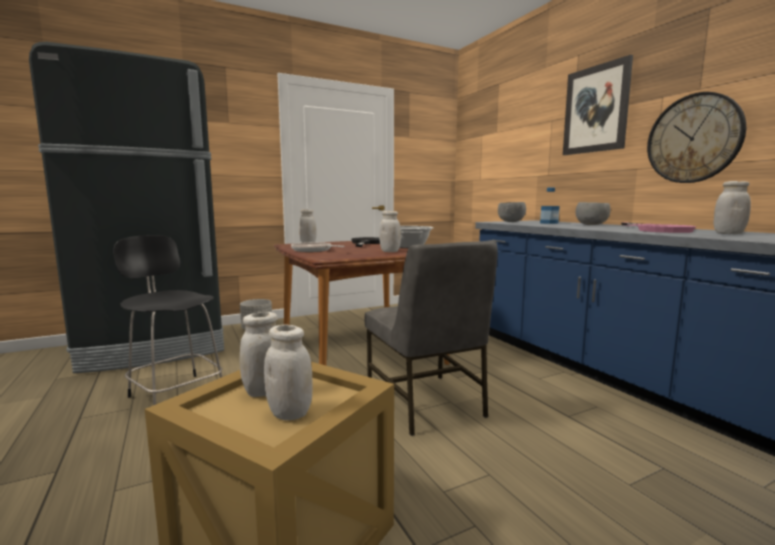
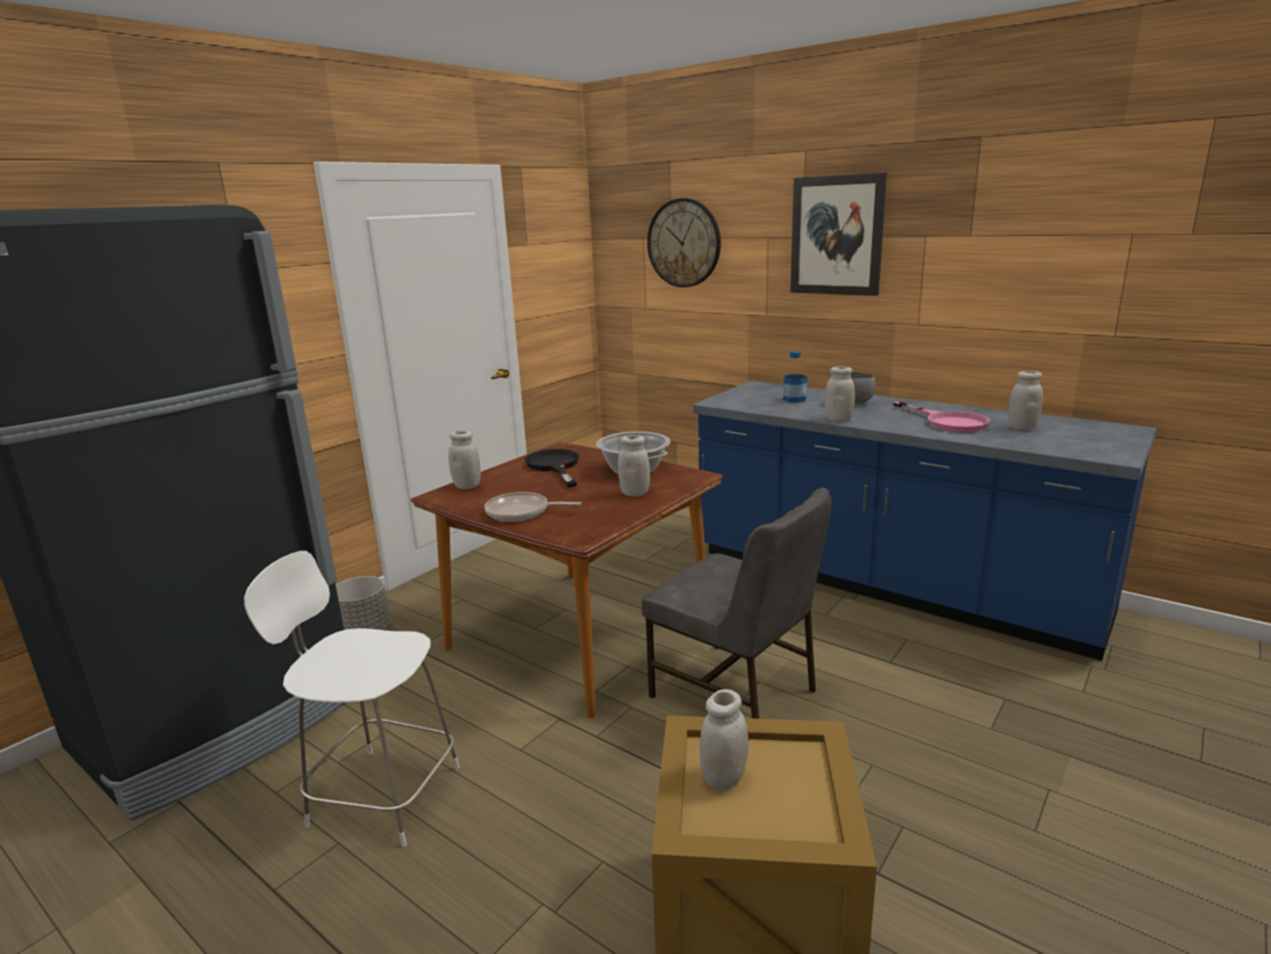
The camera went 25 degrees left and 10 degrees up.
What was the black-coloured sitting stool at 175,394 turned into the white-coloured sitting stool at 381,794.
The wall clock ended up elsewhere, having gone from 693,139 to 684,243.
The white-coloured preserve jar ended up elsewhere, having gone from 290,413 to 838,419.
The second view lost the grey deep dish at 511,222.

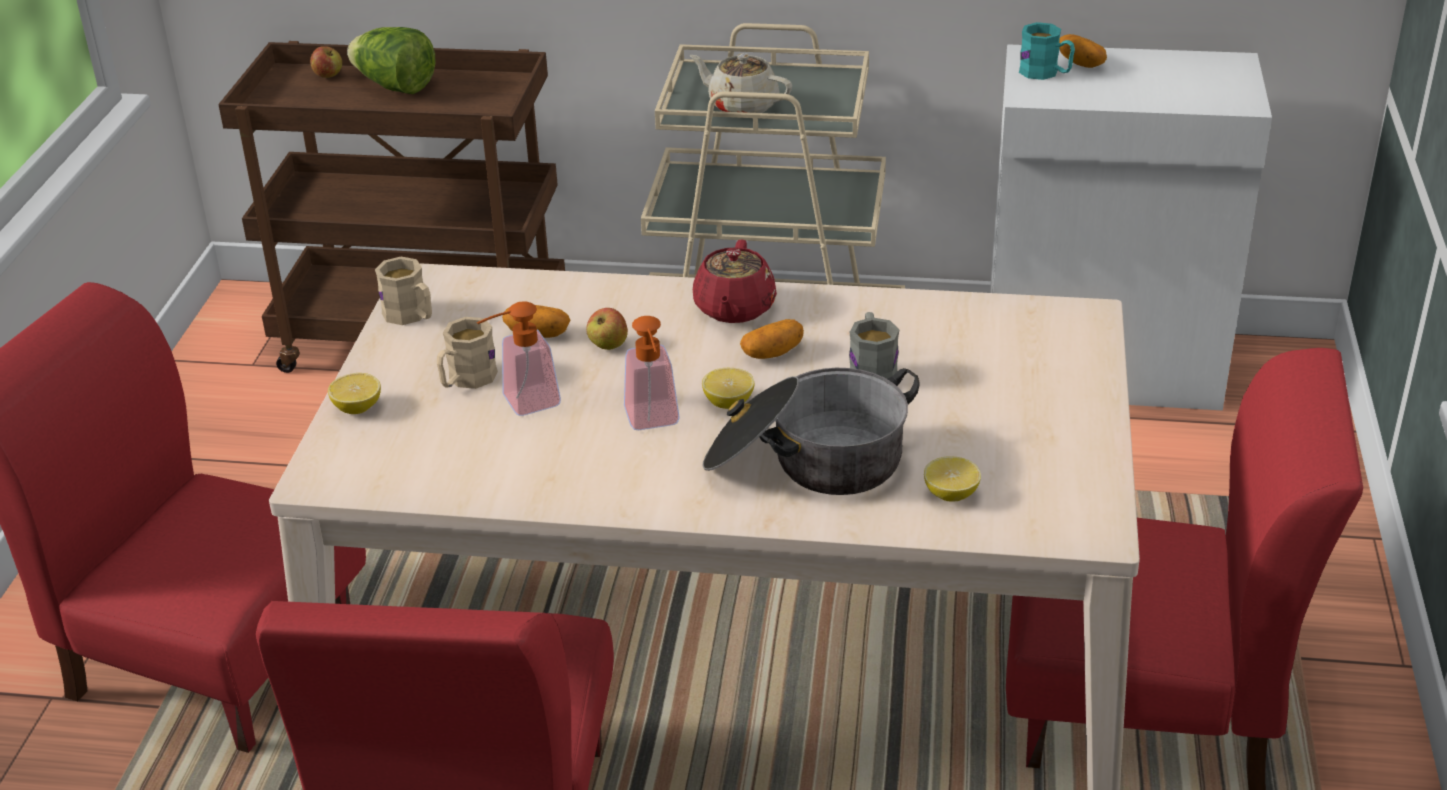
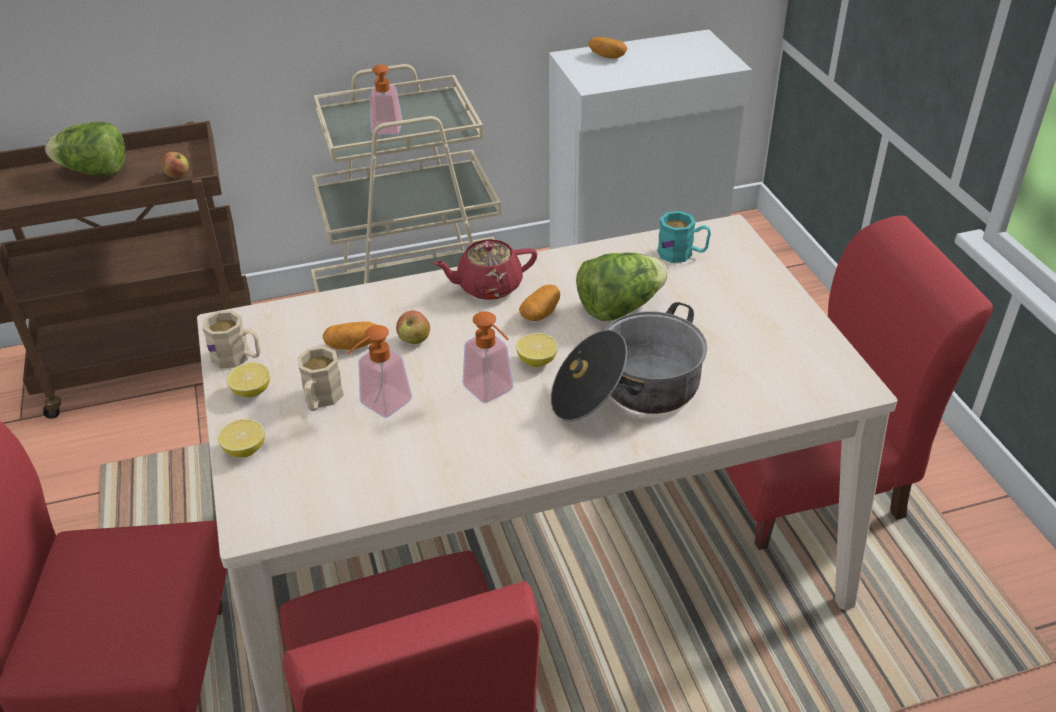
The camera went 25 degrees left and 5 degrees up.
The apple fruit ended up elsewhere, having gone from 328,76 to 178,175.
The lemon ended up elsewhere, having gone from 951,494 to 252,391.
Where the beige-coloured teapot stood at 742,105, the soap bottle came to stand at 386,132.
The red teapot at 734,309 ended up facing another way, 90 degrees clockwise from before.
Where the grey coffee mug stood at 871,370, the head of lettuce came to stand at 619,308.
The turquoise-coloured coffee mug ended up elsewhere, having gone from 1046,73 to 682,254.

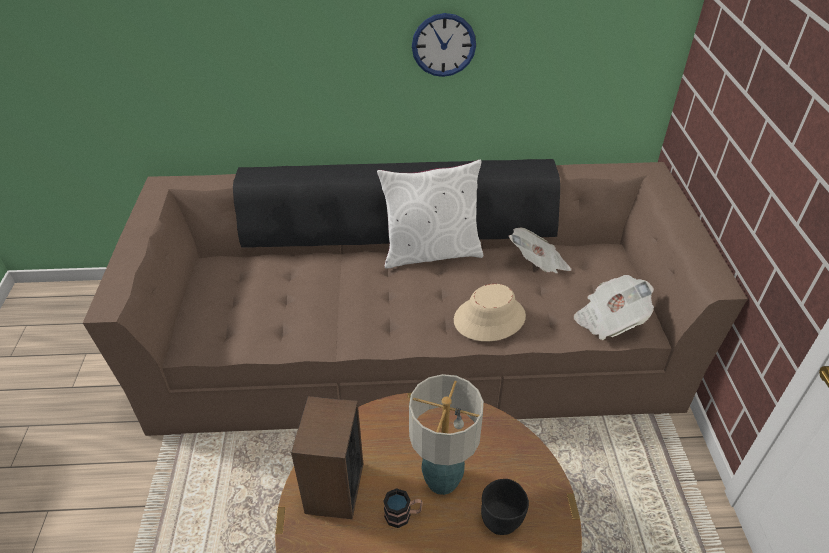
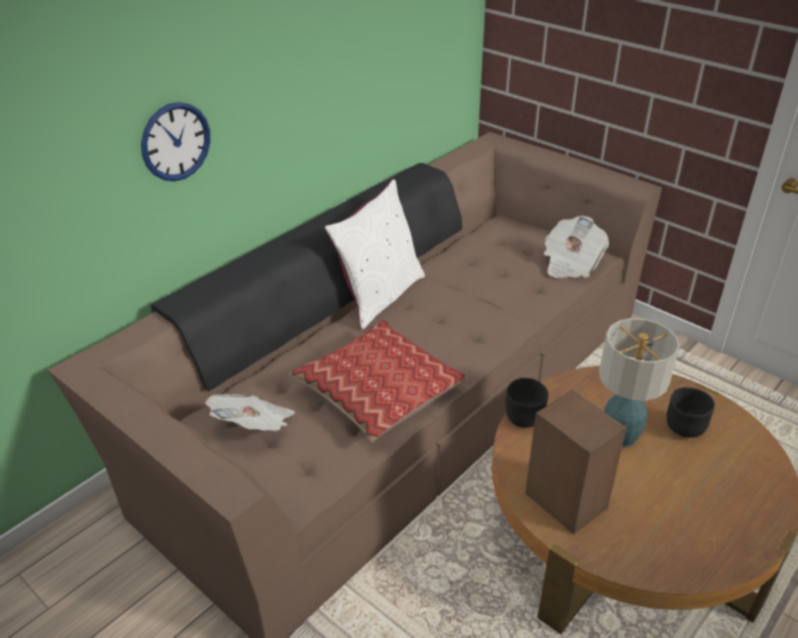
The camera went 45 degrees left and 5 degrees down.
The wall clock ended up elsewhere, having gone from 443,45 to 176,142.
The newspaper ended up elsewhere, having gone from 538,264 to 255,427.
The second view gained the pillow at 378,390.
The second view gained the black-coloured deep dish at 523,418.
The second view lost the coffee mug at 403,515.
The second view lost the beige-coloured hat at 489,318.

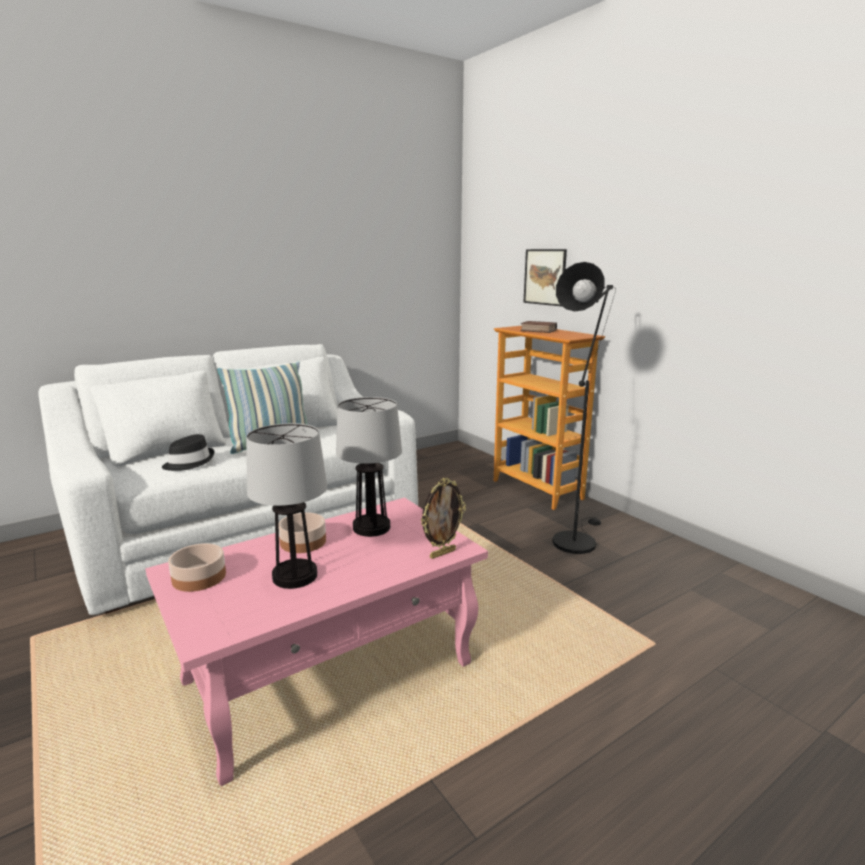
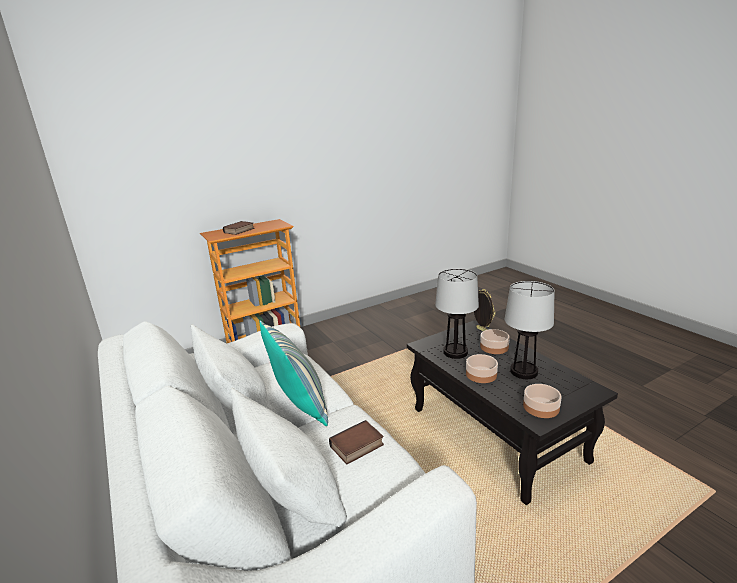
The camera went 85 degrees left and 5 degrees up.
Where the black-coloured hat stood at 189,462, the bound book came to stand at 357,447.
What was the pinkish lounge table at 331,672 turned into the black-coloured lounge table at 494,433.
The second view gained the deep dish at 494,347.
The second view lost the picture at 545,277.
The second view lost the black-coloured floor lamp at 575,539.

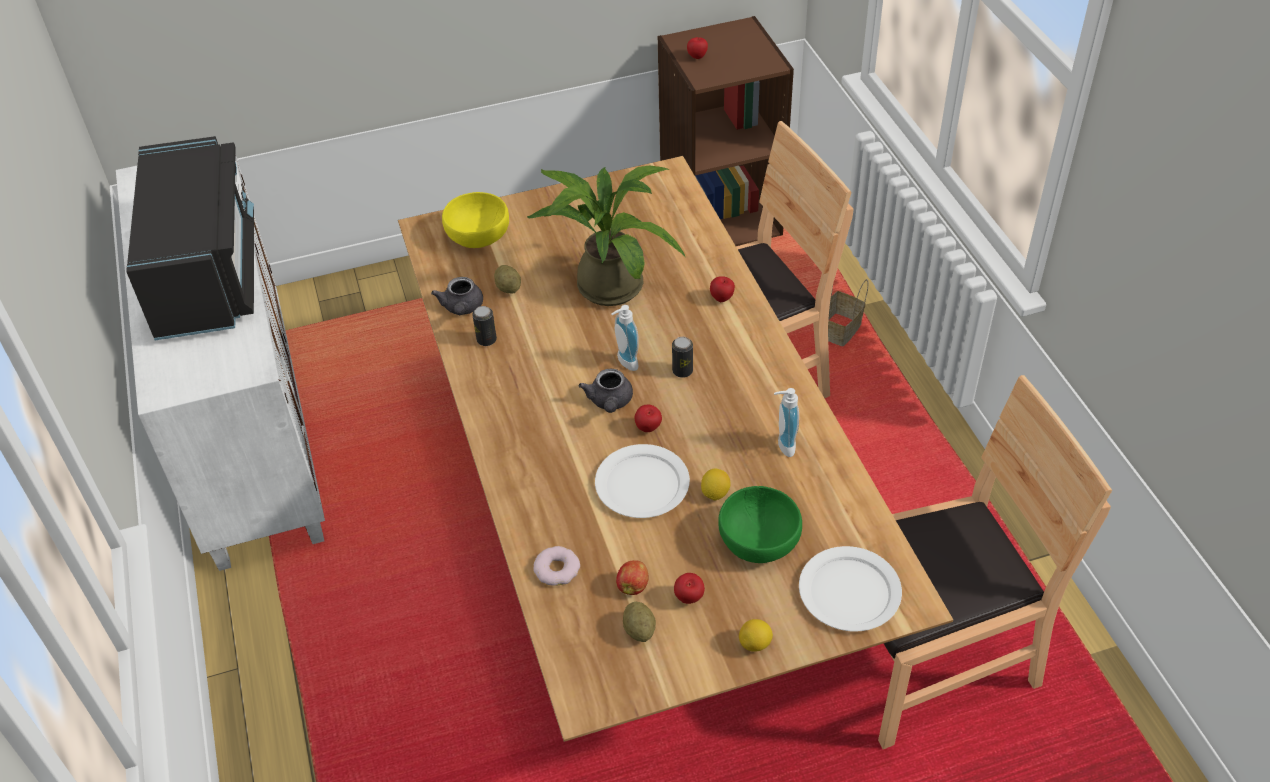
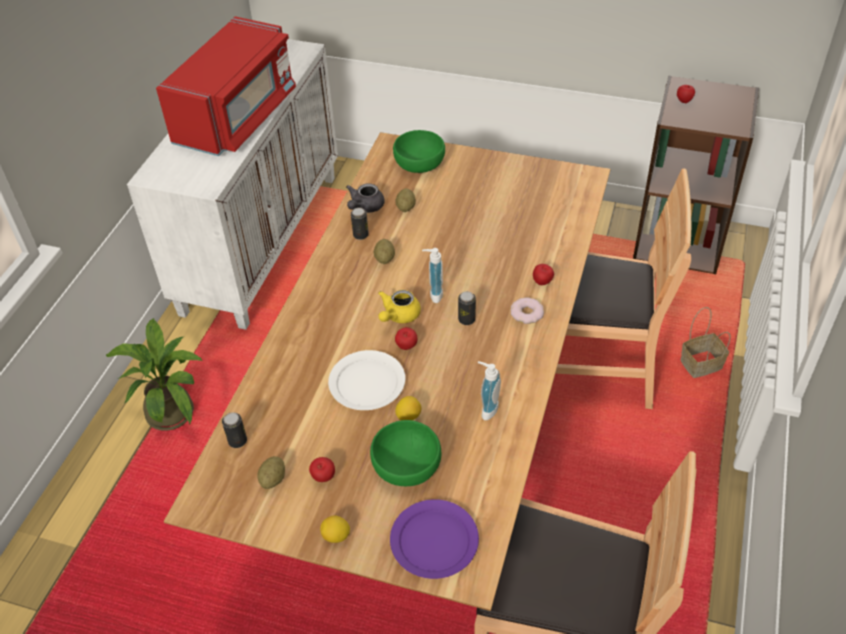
The camera went 35 degrees right and 0 degrees up.
The plant in a pot ended up elsewhere, having gone from 606,281 to 172,408.
What was the black-coloured kitchen microwave at 206,274 turned into the red kitchen microwave at 237,117.
The second view gained the metal can at 237,441.
The second view gained the potato at 384,259.
What was the grey teapot at 609,402 turned into the yellow teapot at 398,316.
What was the white-coloured flat dish at 848,591 turned into the purple-coloured flat dish at 434,540.
What was the yellow deep dish at 477,235 turned into the green-coloured deep dish at 419,163.
The ring doughnut ended up elsewhere, having gone from 557,569 to 527,313.
The second view lost the apple fruit at 633,586.

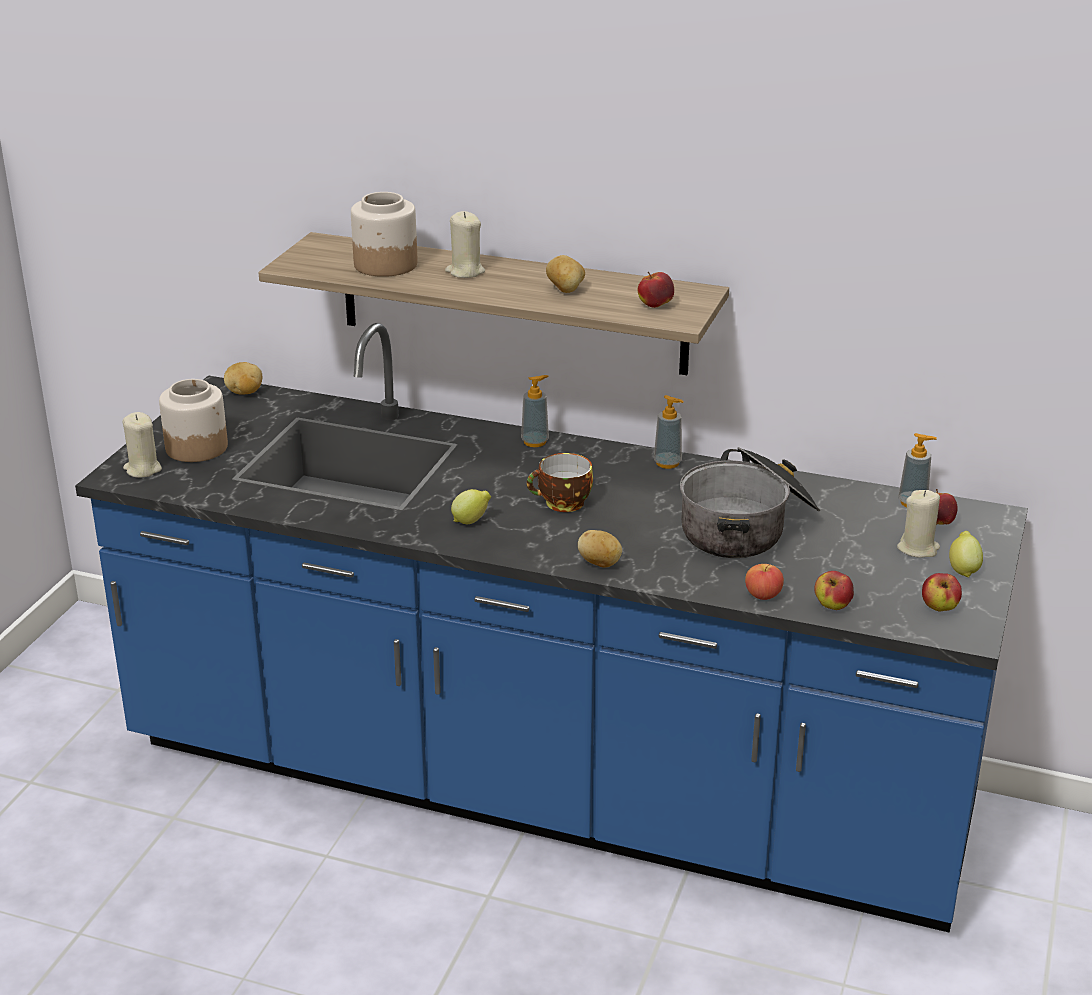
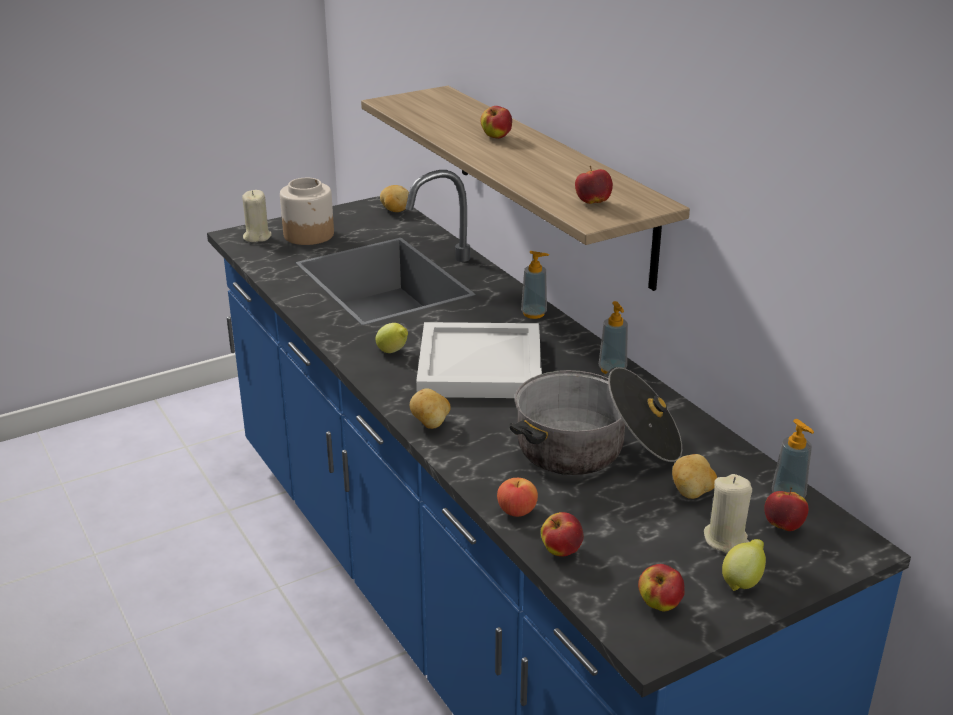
The camera went 40 degrees right and 0 degrees up.
Where the drinking cup stood at 562,504, the white-coloured tray came to stand at 478,367.
Where the beige-coloured wax light stood at 465,272, the apple fruit came to stand at 496,137.
The potato ended up elsewhere, having gone from 566,290 to 692,493.
The second view lost the preserve jar at 384,265.

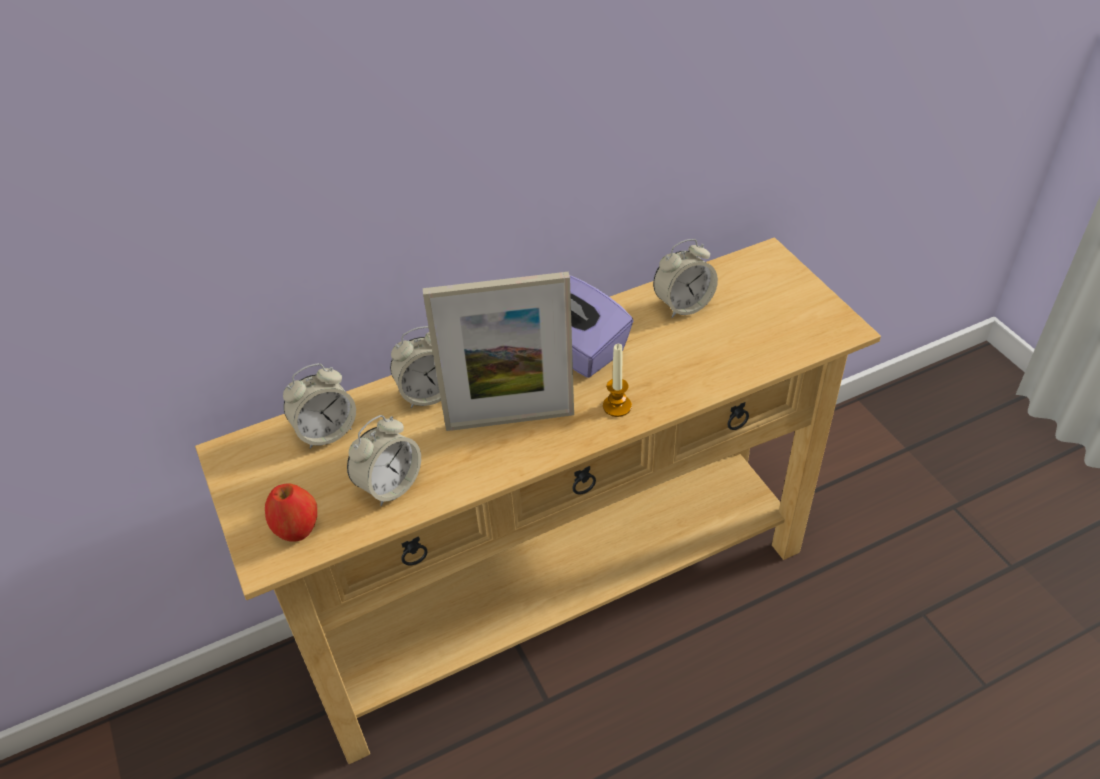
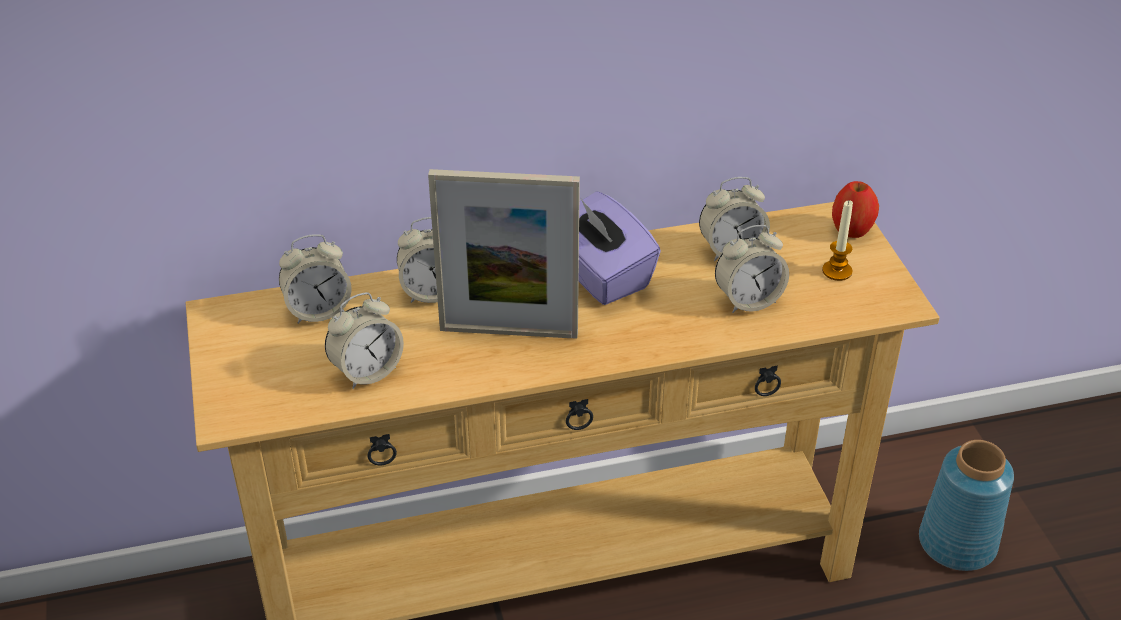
The camera went 10 degrees right and 5 degrees down.
The second view gained the bedside clock at 748,300.
The wax light ended up elsewhere, having gone from 617,406 to 837,271.
The apple fruit ended up elsewhere, having gone from 297,529 to 851,230.
The second view gained the blue decorative vase at 958,544.

